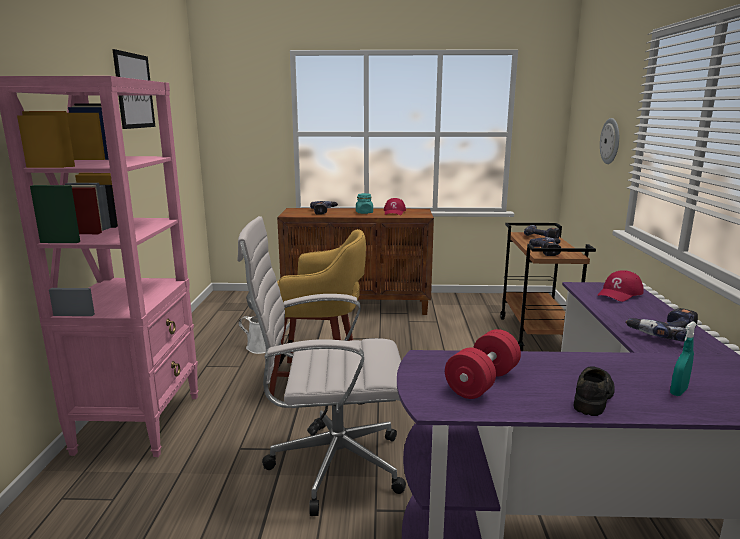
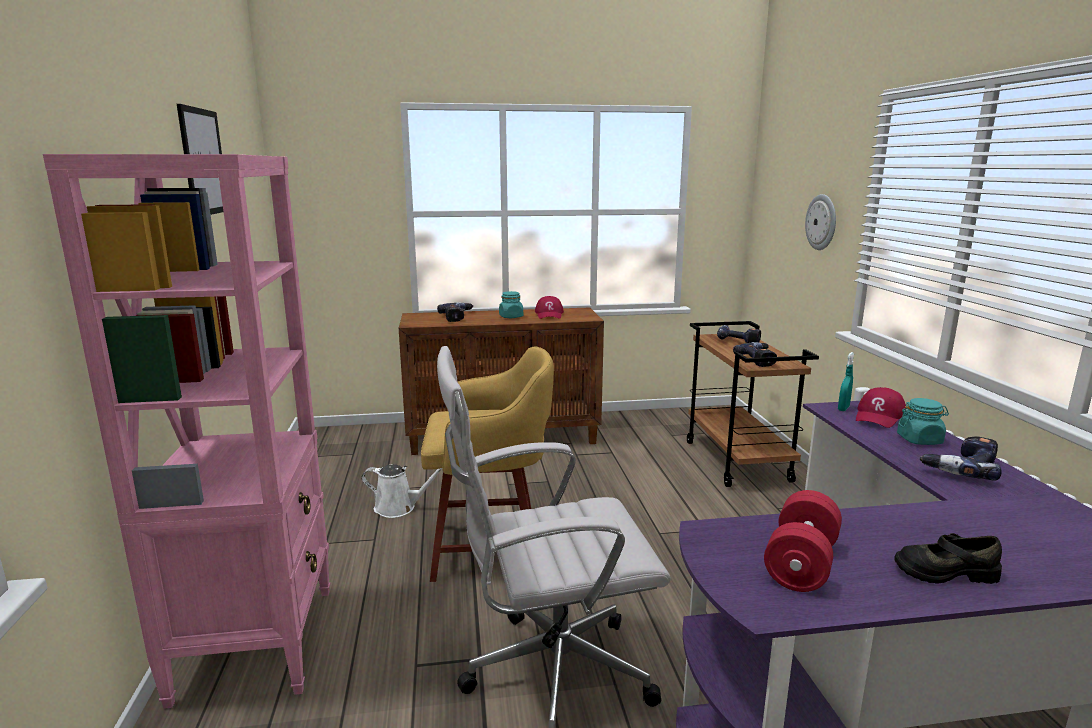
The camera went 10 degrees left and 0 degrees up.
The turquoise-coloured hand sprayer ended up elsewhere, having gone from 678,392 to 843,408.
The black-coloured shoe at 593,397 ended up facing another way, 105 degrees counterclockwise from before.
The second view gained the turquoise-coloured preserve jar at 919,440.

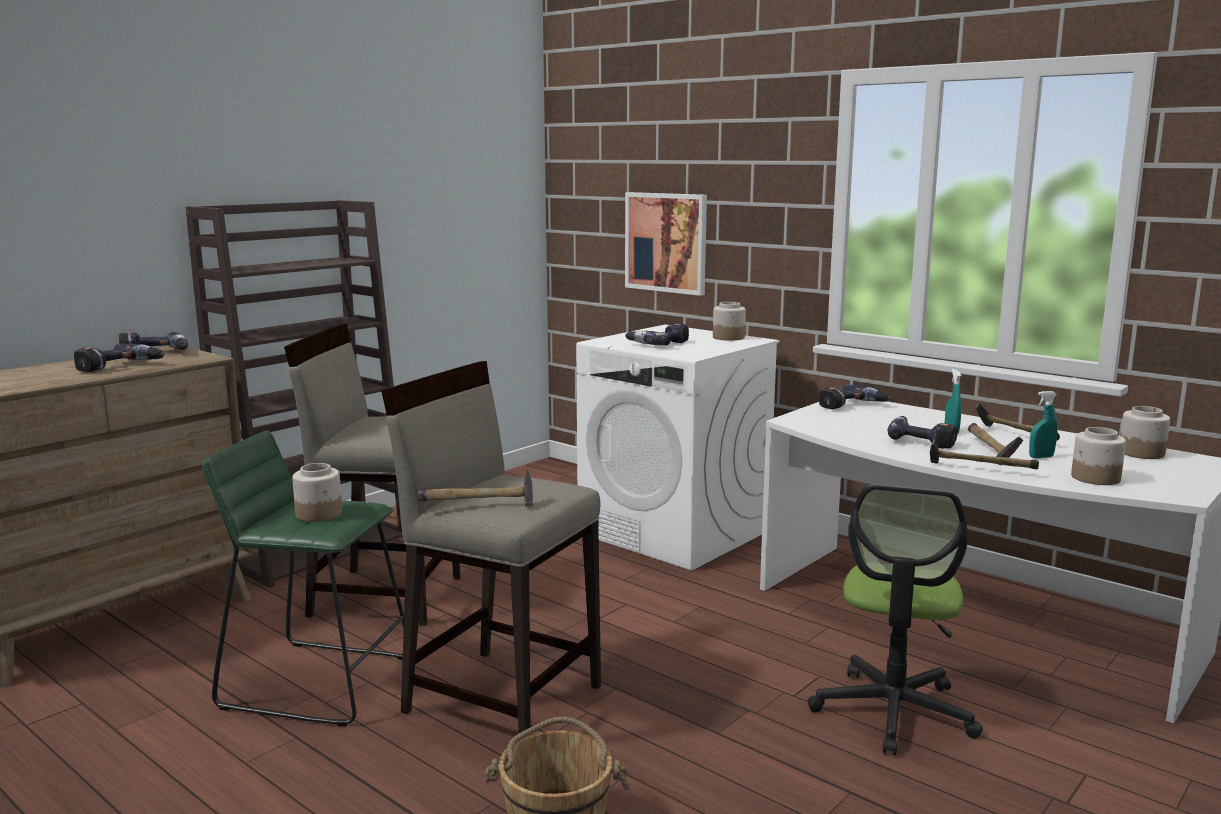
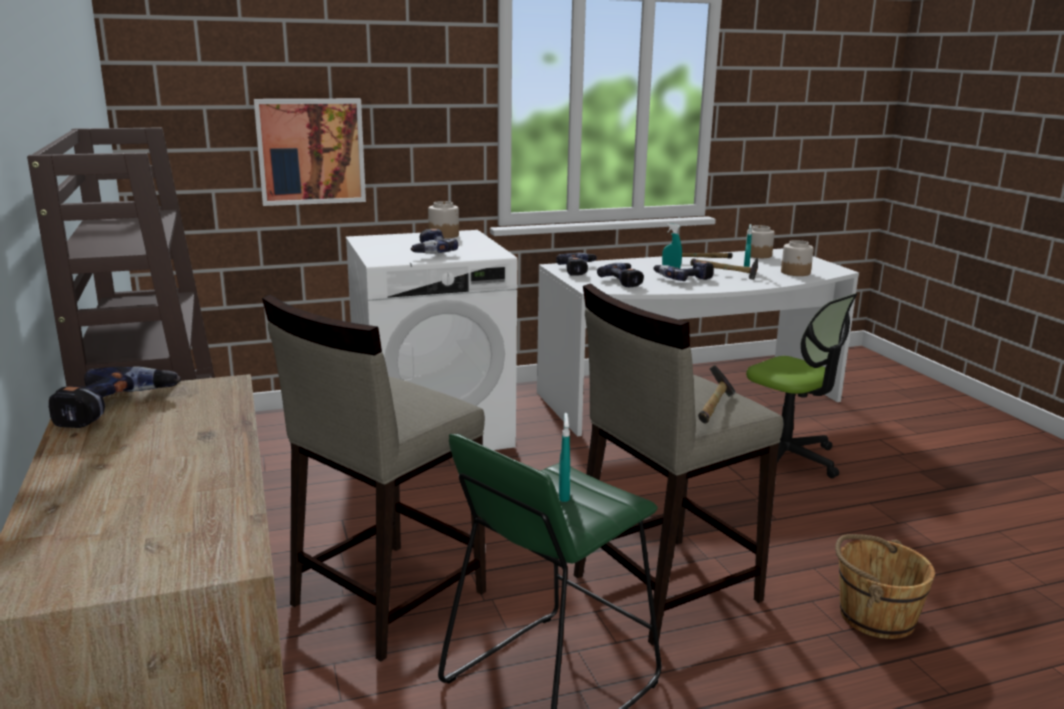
The camera went 60 degrees left and 5 degrees up.
Where the preserve jar stood at 319,514, the turquoise-coloured hand sprayer came to stand at 564,495.
The drill ended up elsewhere, having gone from 120,368 to 625,281.
The second view lost the hand hammer at 978,470.

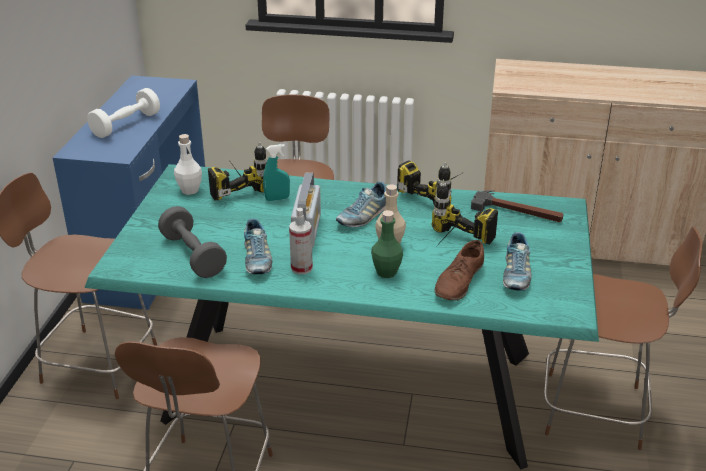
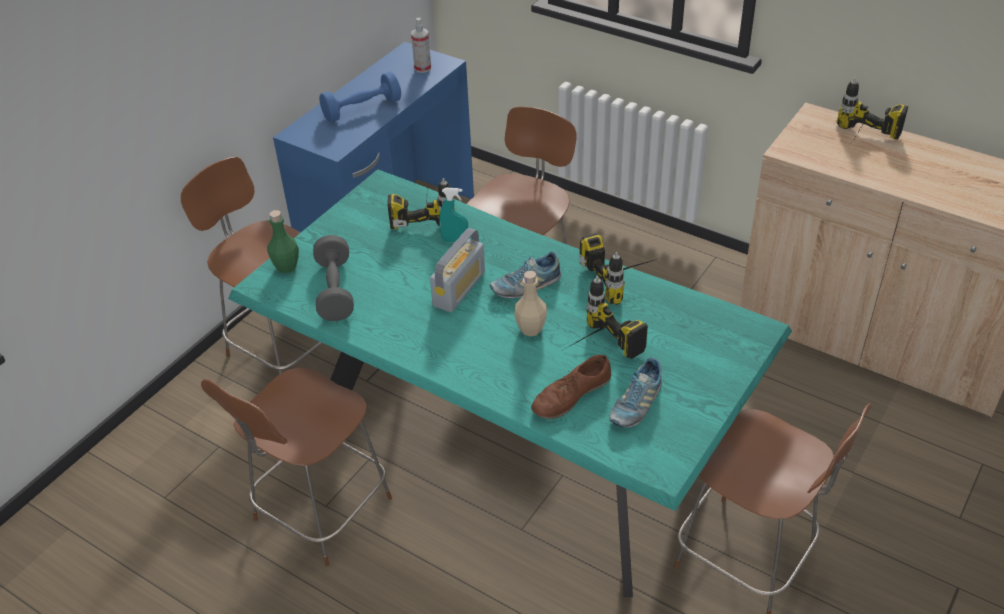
The camera went 25 degrees right and 10 degrees up.
The green-coloured drink bottle ended up elsewhere, having gone from 386,272 to 286,267.
What was the white-coloured free weight at 126,125 turned into the blue free weight at 362,109.
The hand sprayer ended up elsewhere, having gone from 301,268 to 422,68.
The second view gained the drill at 861,143.
The second view lost the white-coloured drink bottle at 190,190.
The second view lost the shoe at 257,260.
The second view lost the hand hammer at 517,211.

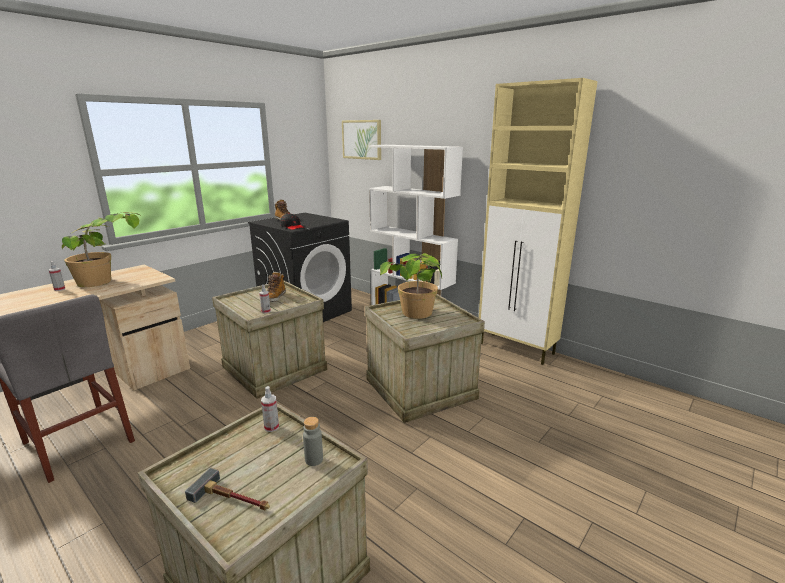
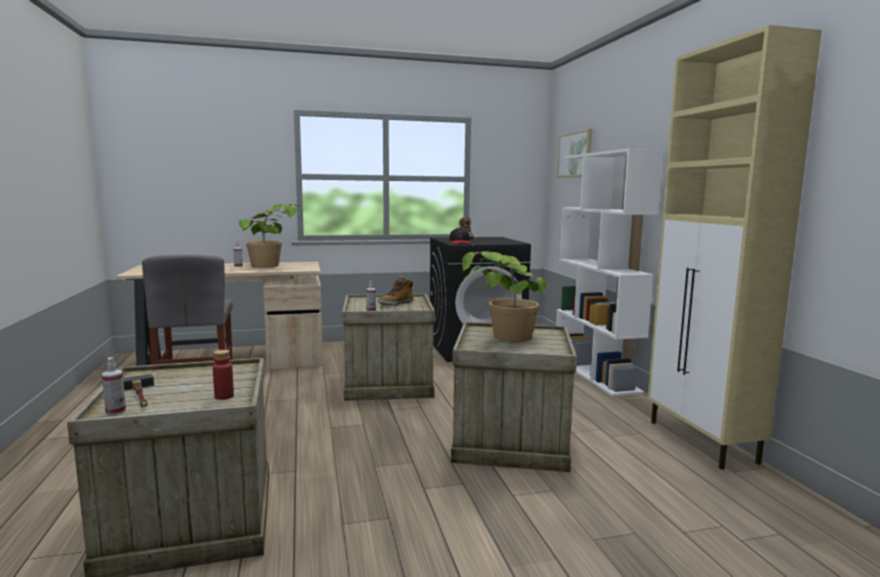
The camera went 35 degrees right and 10 degrees down.
The hand sprayer ended up elsewhere, having gone from 271,427 to 115,411.
What was the grey drink bottle at 314,459 turned into the red drink bottle at 224,396.

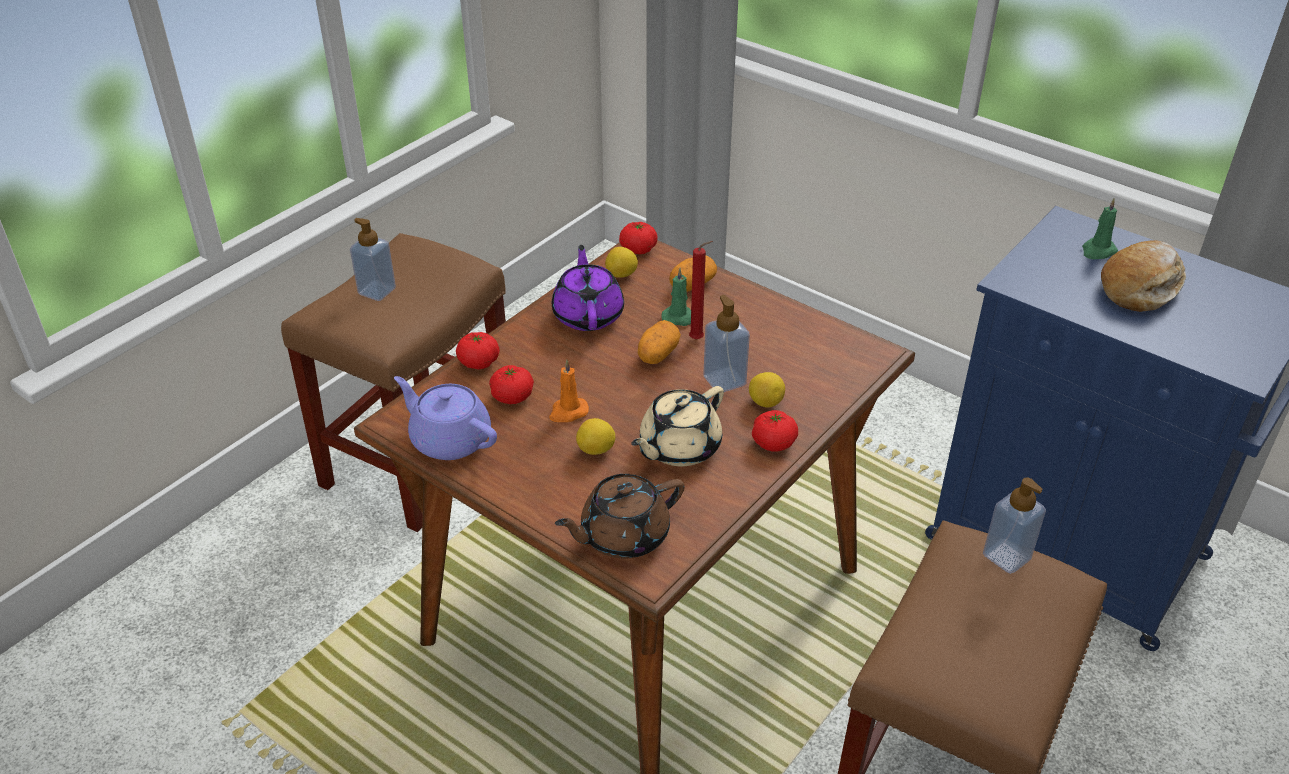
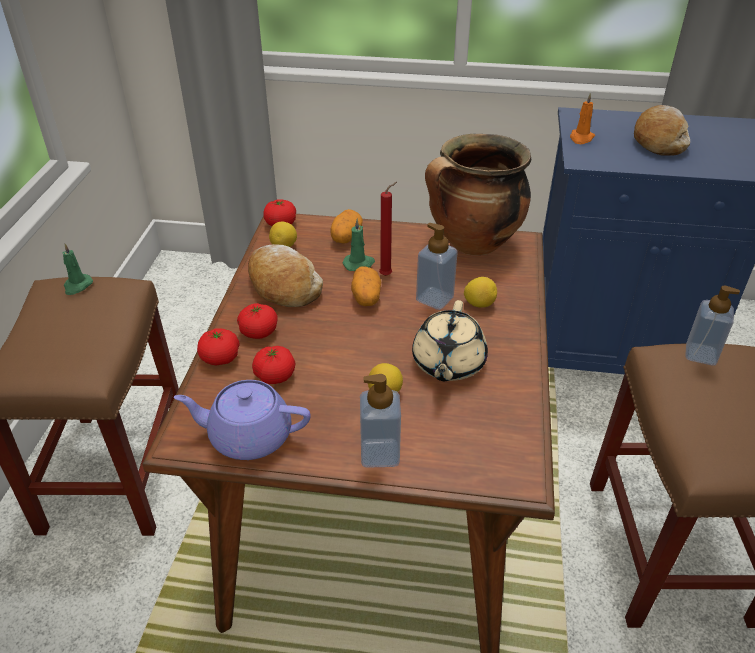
The camera went 30 degrees left and 0 degrees up.
The green-coloured wax light ended up elsewhere, having gone from 1098,251 to 77,286.
The fresh tomato ended up elsewhere, having gone from 773,443 to 259,332.
Where the purple-coloured teapot stood at 588,314, the baked bread came to stand at 283,285.
The soap bottle ended up elsewhere, having gone from 377,291 to 380,454.
The second view gained the cooking pot at 473,244.
The orangey wax light ended up elsewhere, having gone from 568,412 to 581,138.
The second view lost the brown teapot at 623,535.

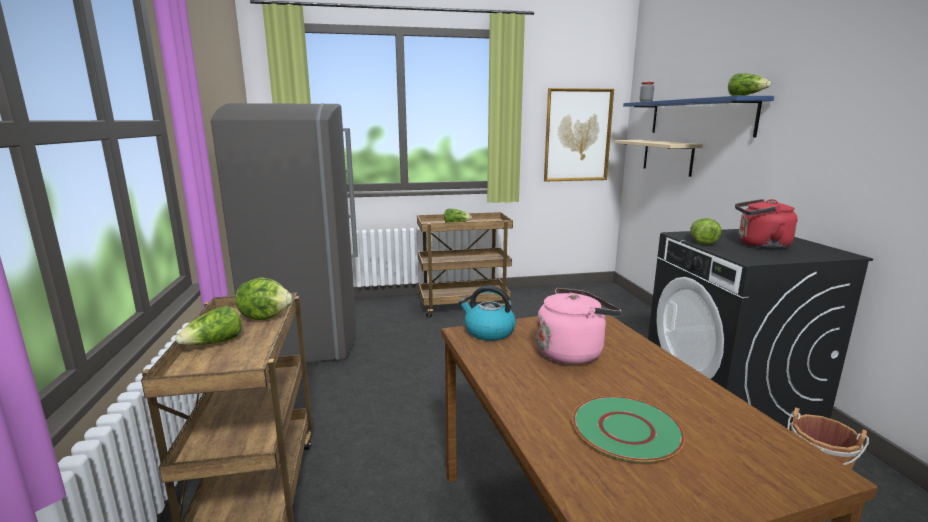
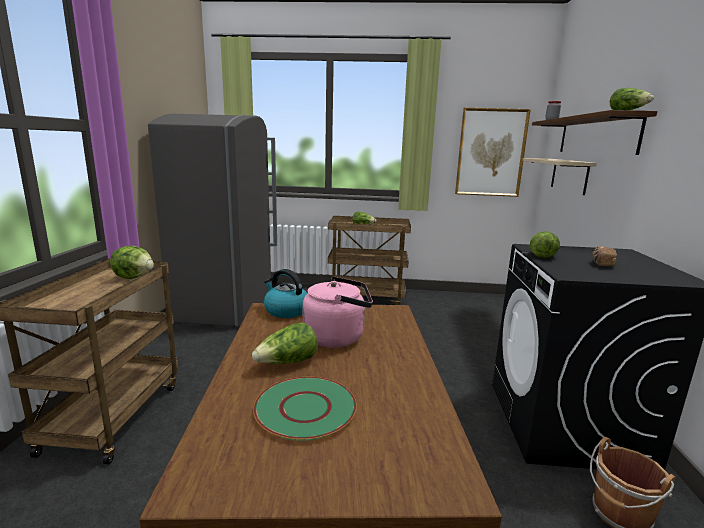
The camera went 15 degrees right and 0 degrees up.
The head of lettuce ended up elsewhere, having gone from 214,343 to 287,362.
What was the blue wall shelf at 699,117 turned into the brown wall shelf at 596,135.
Where the red tea kettle stood at 760,245, the baked bread came to stand at 602,264.

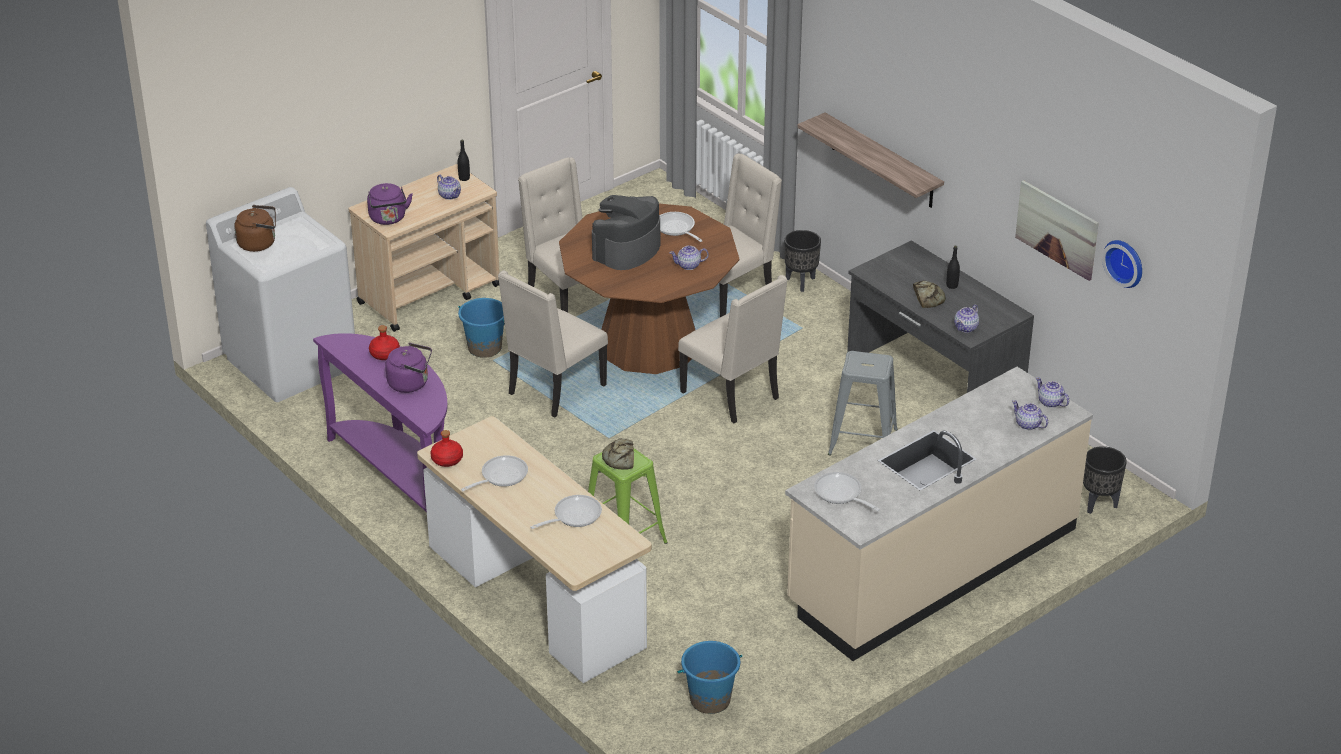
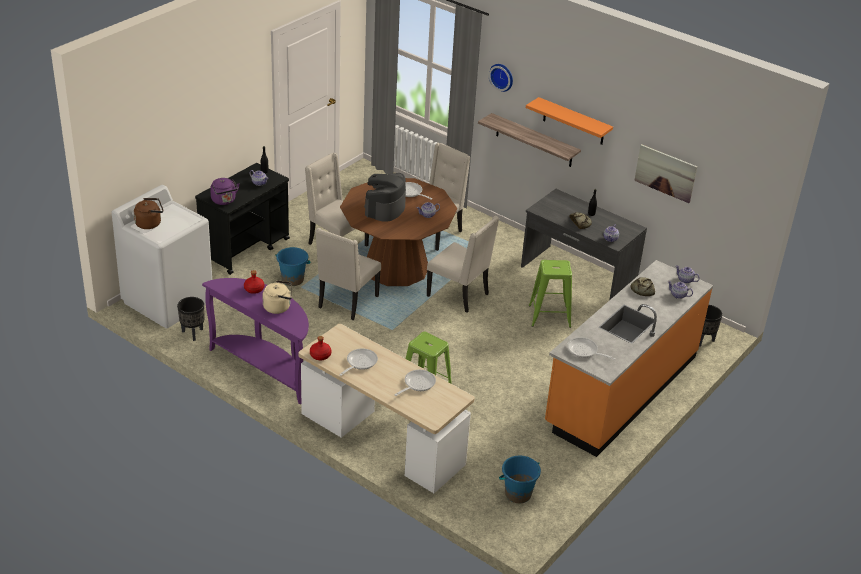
The camera went 15 degrees left and 0 degrees up.
The black-coloured flower pot ended up elsewhere, having gone from 801,282 to 193,333.
What was the beige-coloured cart at 430,294 turned into the black-coloured cart at 245,248.
What was the purple-coloured tea kettle at 411,383 turned into the beige-coloured tea kettle at 278,307.
The wall clock ended up elsewhere, having gone from 1125,262 to 502,76.
The second view gained the orangey wall shelf at 574,122.
What was the grey sitting stool at 863,442 turned into the green-coloured sitting stool at 550,316.
What was the beige-coloured kitchen counter at 932,567 turned into the orangey kitchen counter at 621,390.
The baked bread ended up elsewhere, having gone from 620,458 to 642,290.

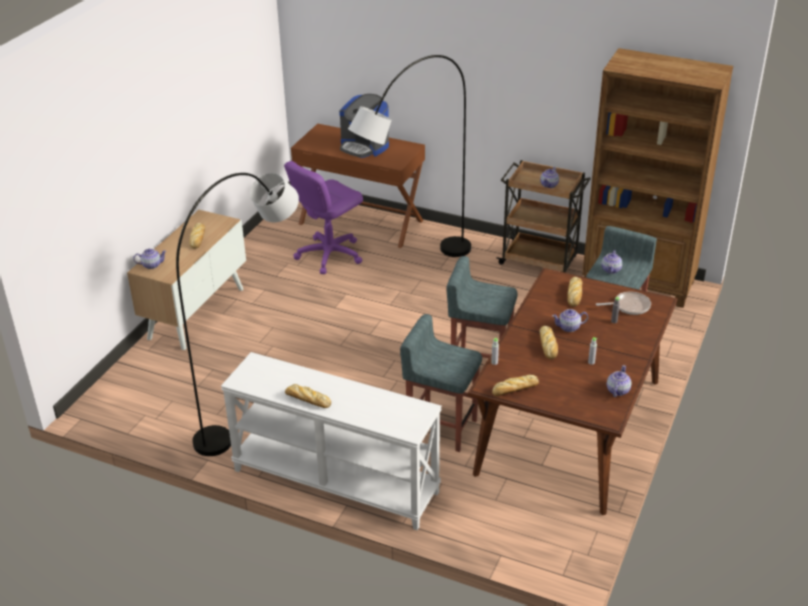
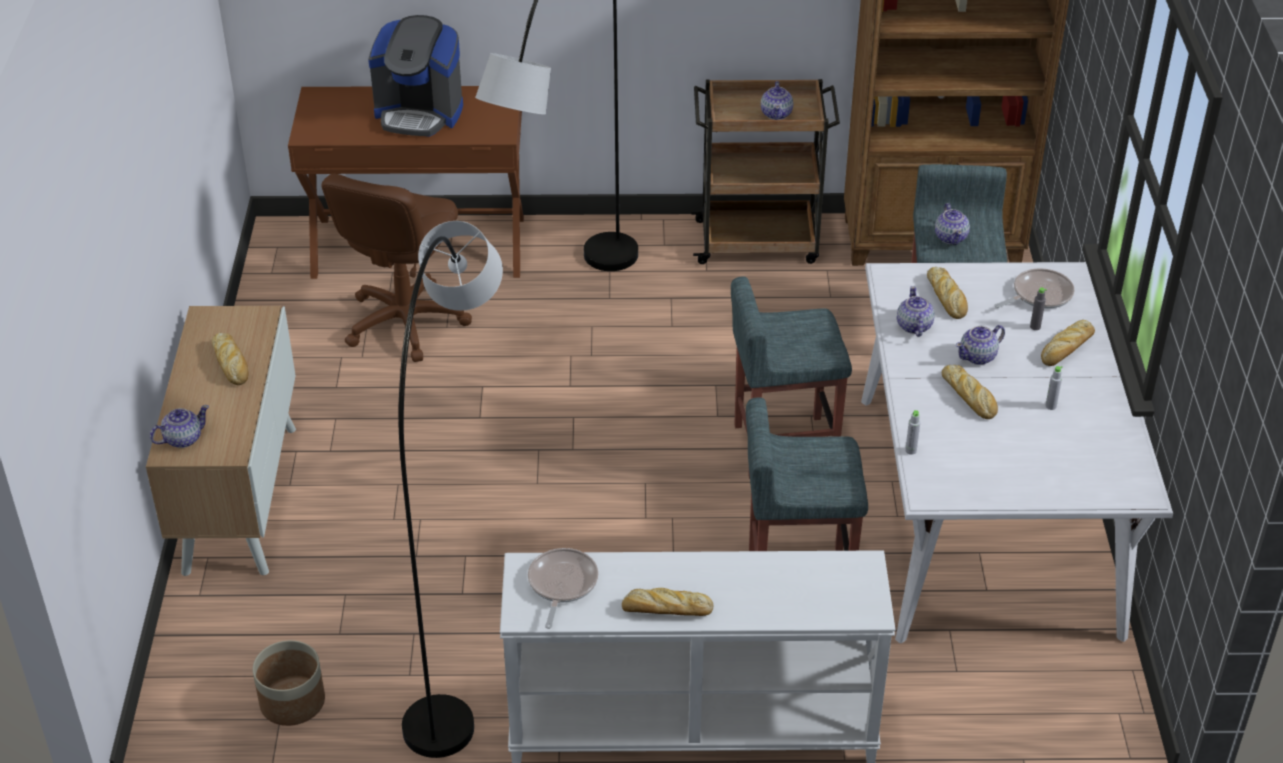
The camera went 25 degrees left and 5 degrees up.
The second view gained the flower pot at 292,702.
What was the purple-coloured desk chair at 329,255 turned into the brown desk chair at 405,322.
The second view gained the skillet at 561,584.
What was the brown dinner table at 570,427 turned into the white-coloured dinner table at 987,514.
The teapot ended up elsewhere, having gone from 617,390 to 913,326.
The baked bread ended up elsewhere, having gone from 514,389 to 1066,348.

